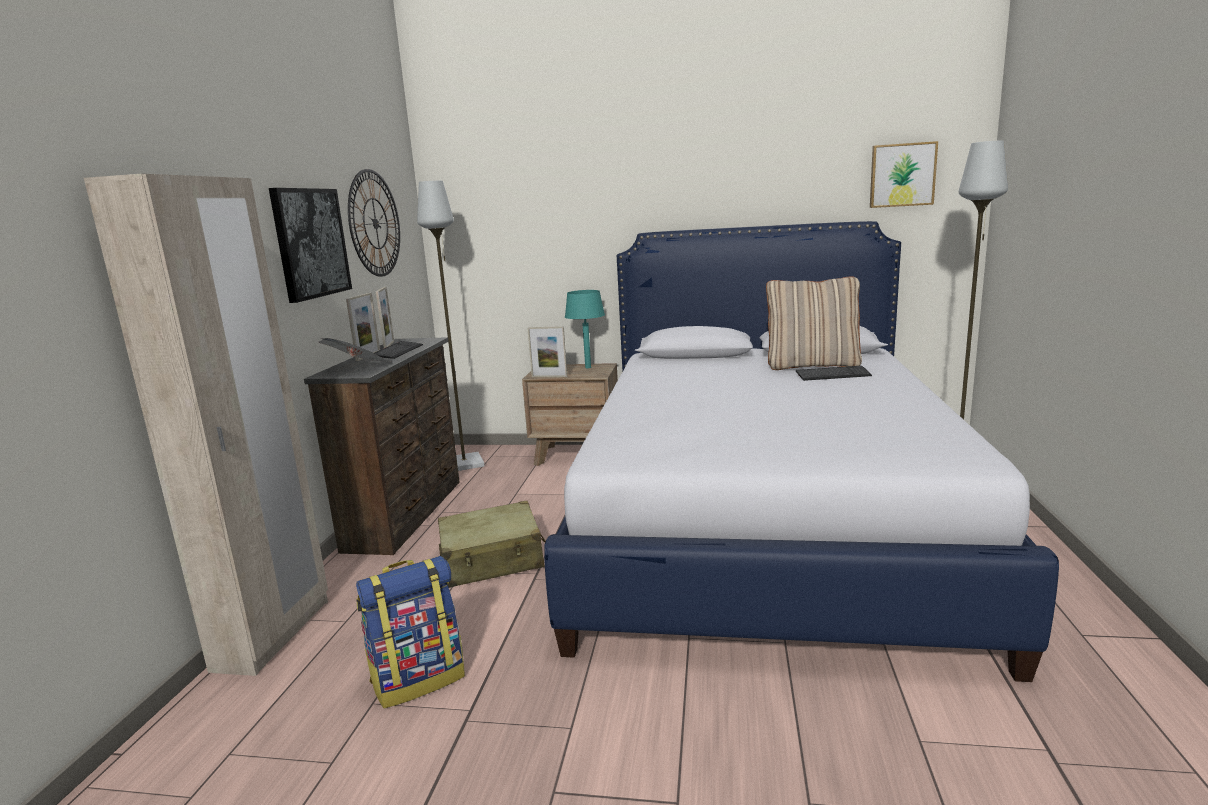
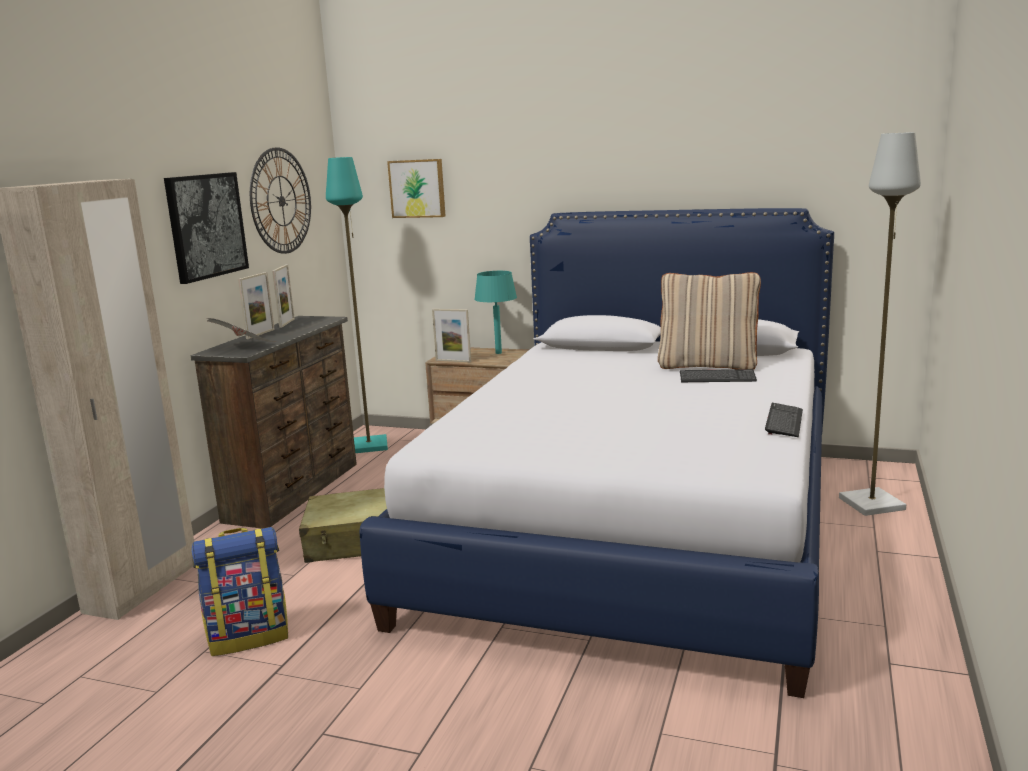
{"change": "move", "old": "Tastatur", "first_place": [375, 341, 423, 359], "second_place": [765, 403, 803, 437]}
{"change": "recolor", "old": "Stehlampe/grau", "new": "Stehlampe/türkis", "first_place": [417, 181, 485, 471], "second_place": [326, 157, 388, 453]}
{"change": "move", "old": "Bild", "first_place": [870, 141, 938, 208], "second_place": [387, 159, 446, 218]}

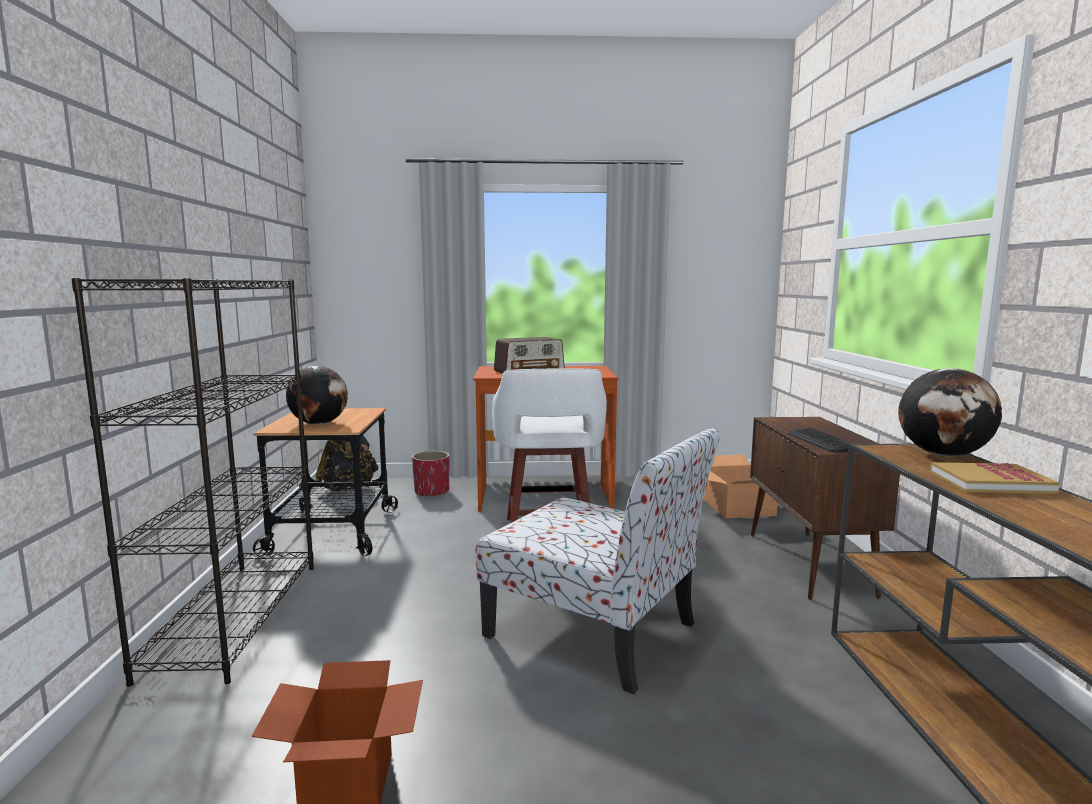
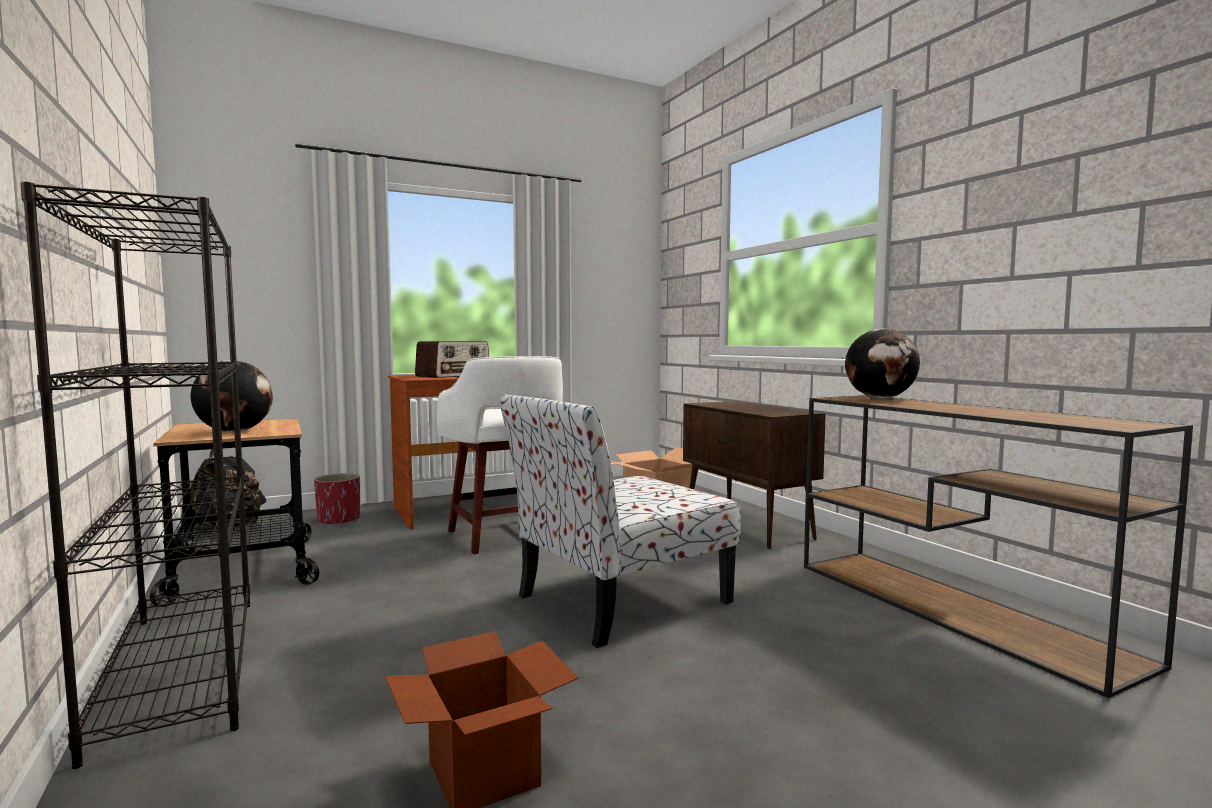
{"change": "rotate", "old": "Stuhl", "first_place": [475, 428, 720, 694], "second_place": [500, 394, 741, 648], "degrees": 135}
{"change": "delete", "old": "Tastatur", "first_place": [788, 428, 853, 452]}
{"change": "delete", "old": "Buch", "first_place": [930, 462, 1060, 494]}

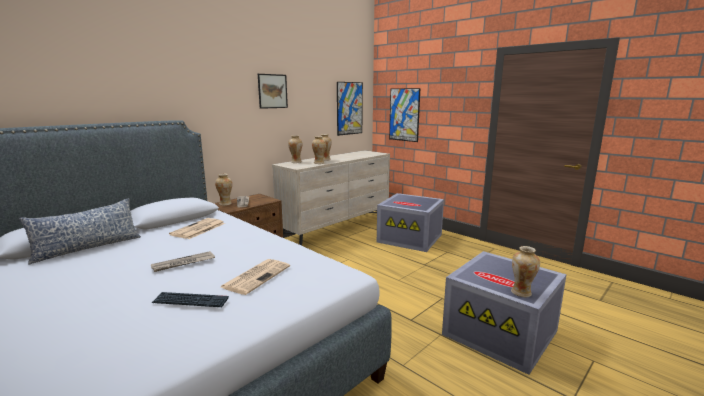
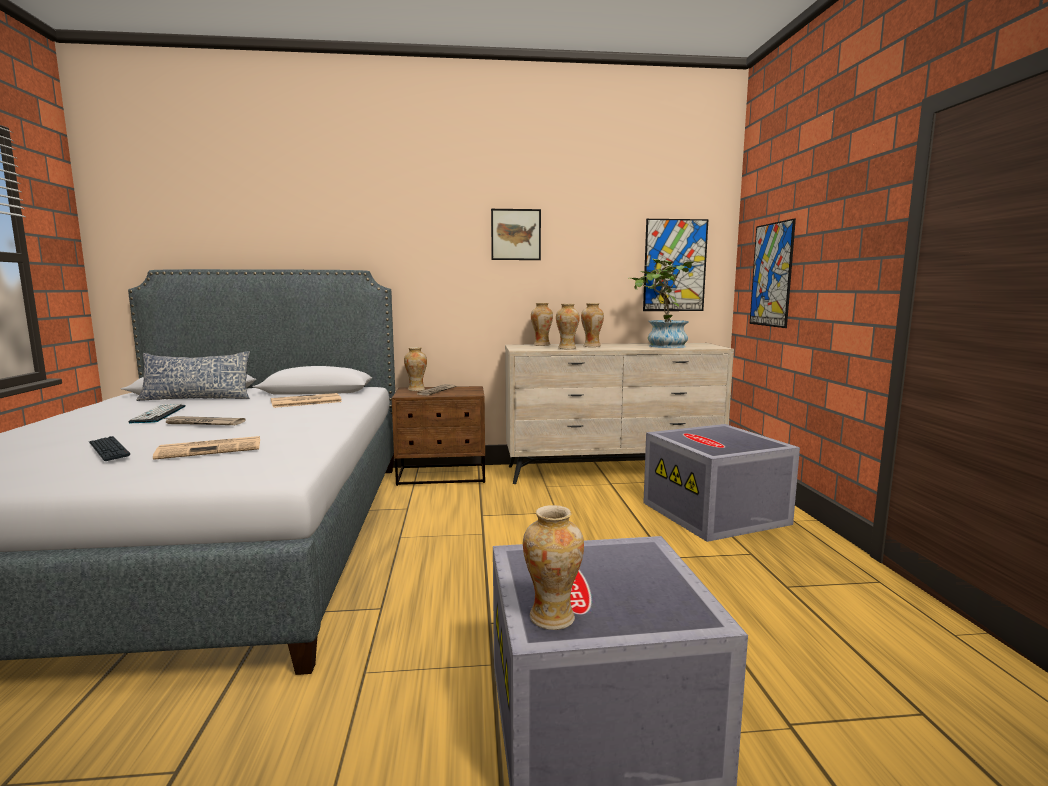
{"change": "insert", "new": "Tastatur", "second_place": [128, 404, 186, 423]}
{"change": "insert", "new": "Topfpflanze", "second_place": [631, 259, 695, 348]}

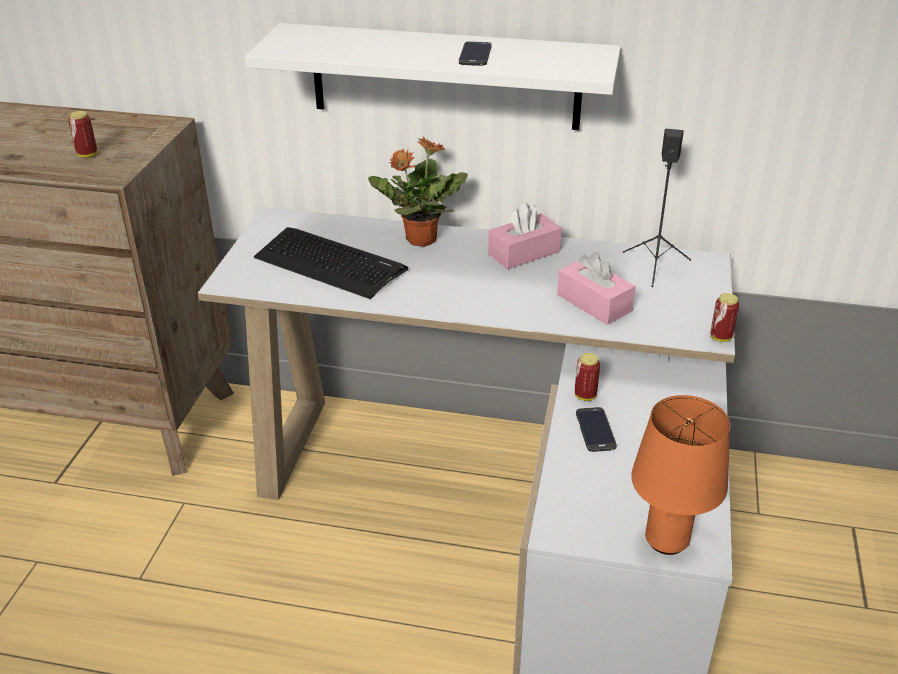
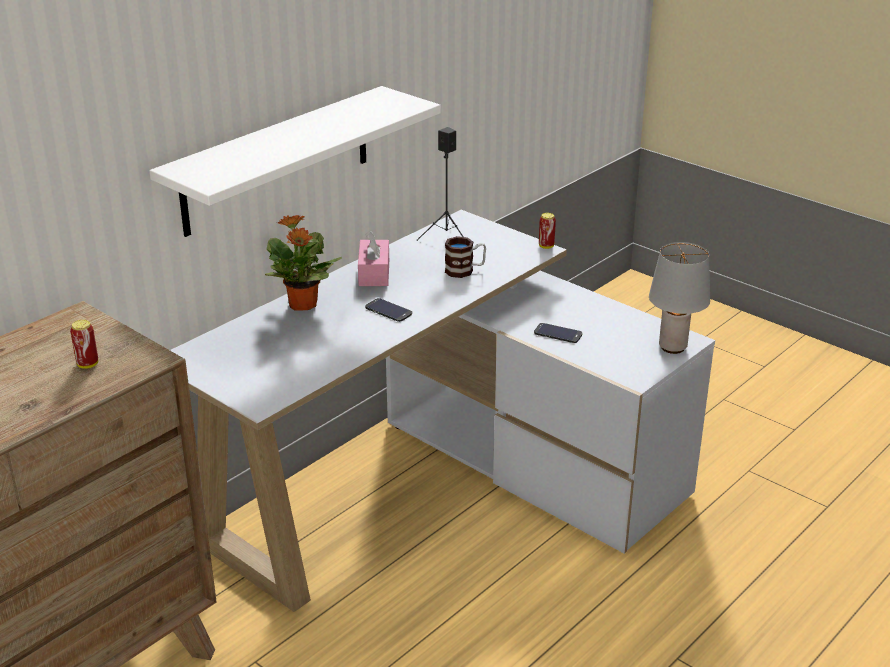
{"change": "delete", "old": "Tastatur", "first_place": [254, 227, 408, 299]}
{"change": "move", "old": "Handy", "first_place": [459, 41, 492, 66], "second_place": [365, 298, 412, 322]}
{"change": "replace", "old": "Taschentuchbox/rosa", "new": "Henkelbecher", "first_place": [557, 252, 636, 325], "second_place": [445, 236, 486, 278]}
{"change": "delete", "old": "Dose", "first_place": [575, 353, 600, 401]}
{"change": "recolor", "old": "Tischlampe/orange", "new": "Tischlampe/grau", "first_place": [631, 395, 730, 555], "second_place": [649, 242, 710, 354]}

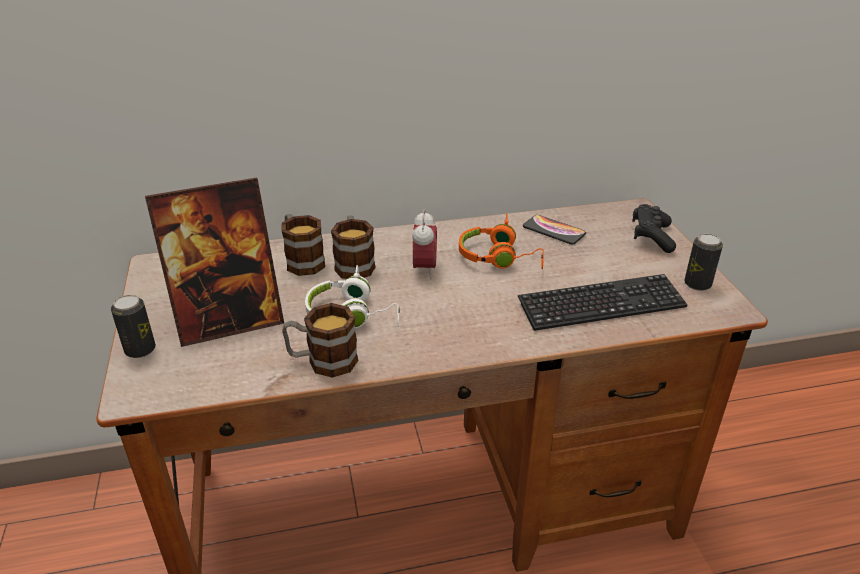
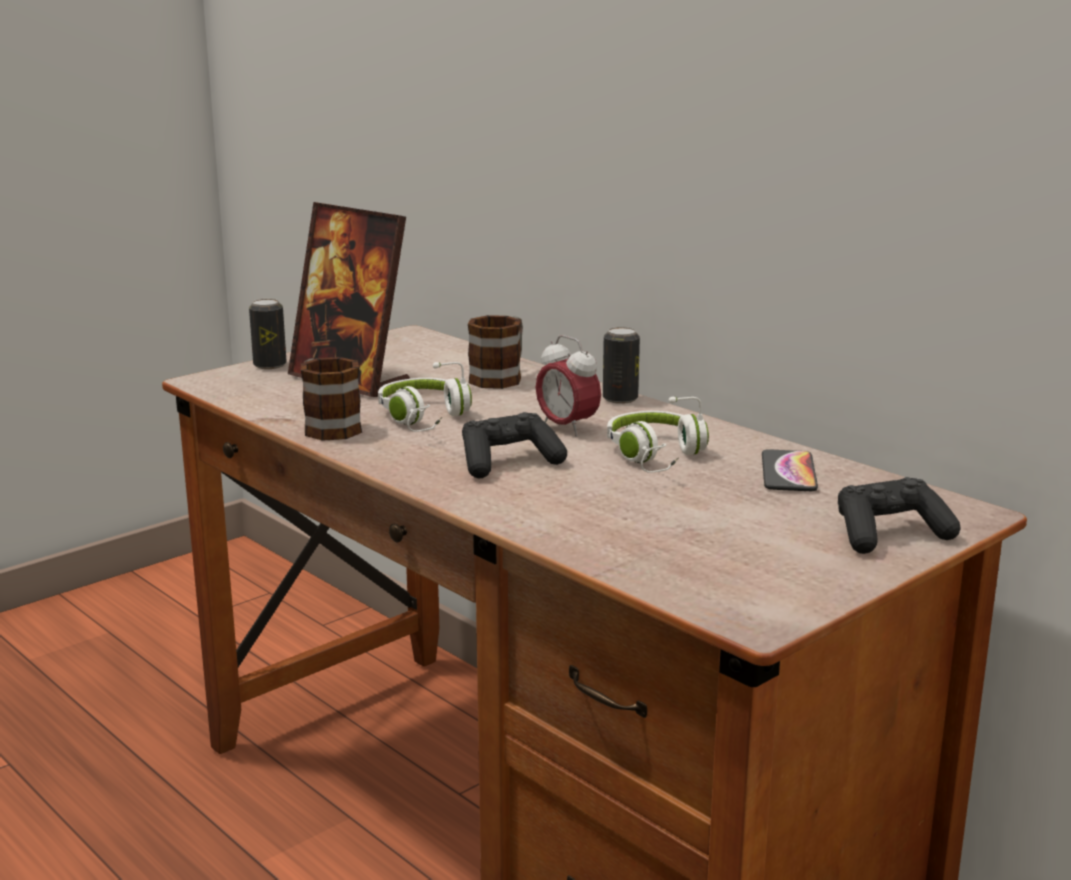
{"change": "delete", "old": "Henkelbecher", "first_place": [331, 215, 375, 279]}
{"change": "rotate", "old": "Wecker", "first_place": [412, 209, 437, 278], "second_place": [536, 335, 601, 437], "degrees": 75}
{"change": "recolor", "old": "Kopfhörer/orange", "new": "Kopfhörer/weiß", "first_place": [459, 214, 544, 269], "second_place": [607, 396, 709, 473]}
{"change": "delete", "old": "Tastatur", "first_place": [518, 274, 687, 331]}
{"change": "move", "old": "Dose", "first_place": [684, 234, 723, 291], "second_place": [603, 327, 640, 404]}
{"change": "insert", "new": "Gamepad/schwarz", "second_place": [462, 412, 567, 478]}

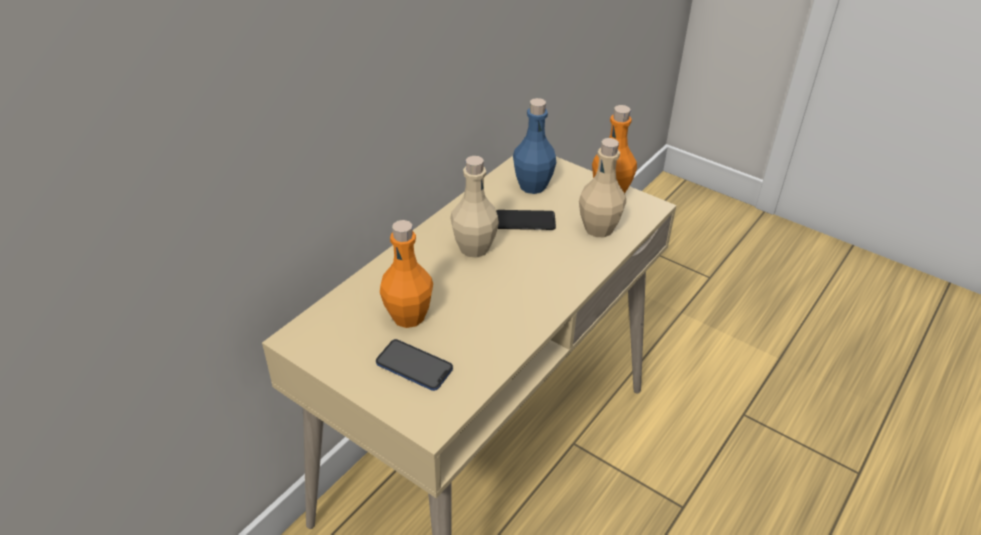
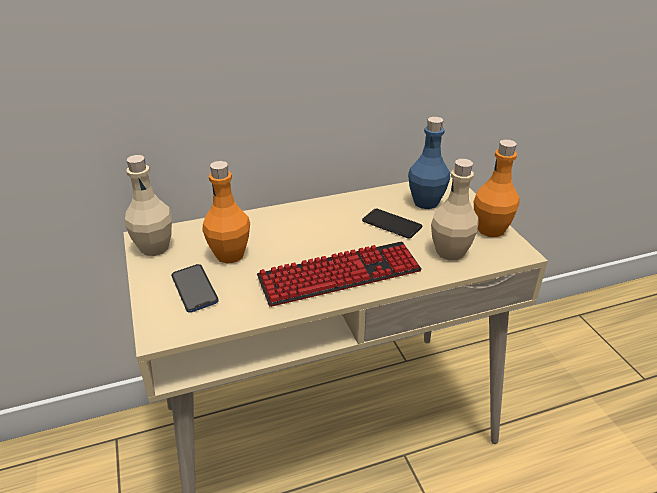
{"change": "move", "old": "Flasche/beige", "first_place": [450, 156, 499, 258], "second_place": [125, 155, 172, 256]}
{"change": "insert", "new": "Tastatur", "second_place": [257, 242, 422, 307]}

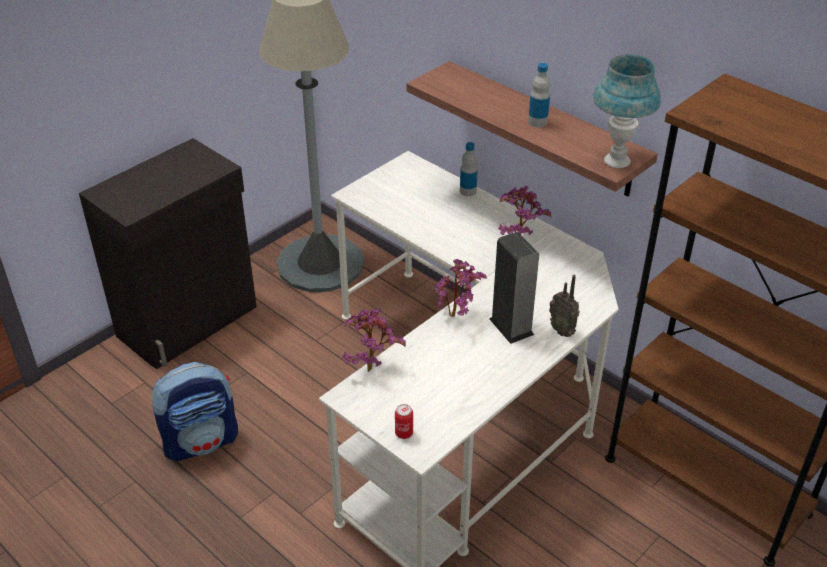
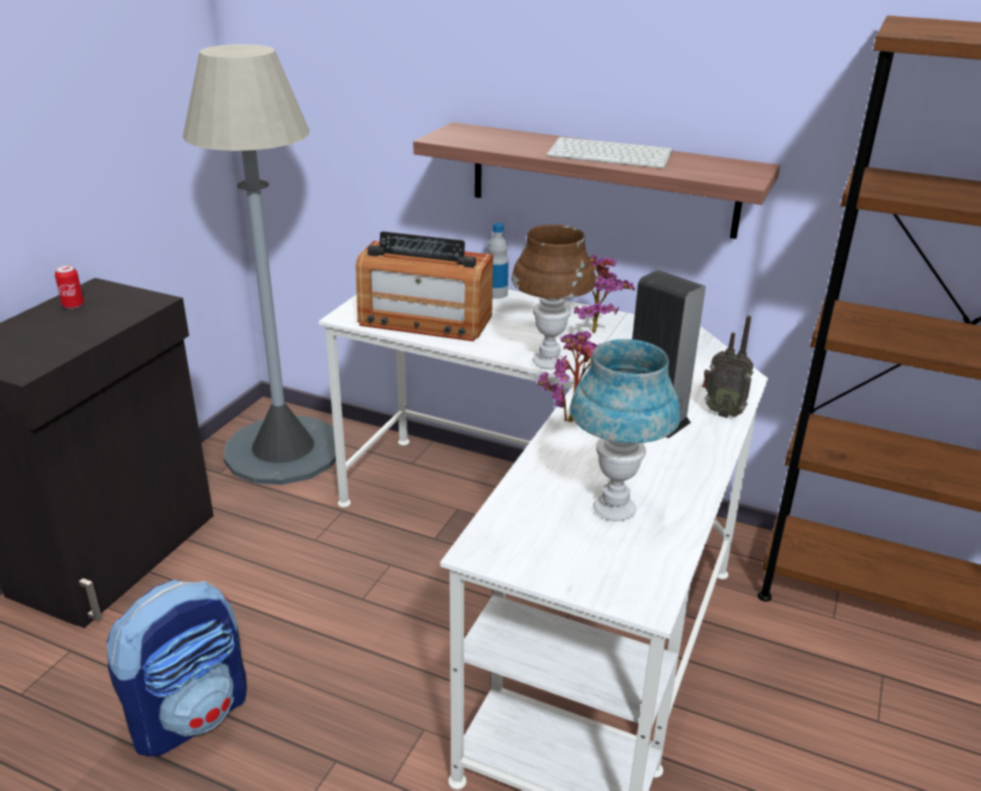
{"change": "delete", "old": "Topfpflanze", "first_place": [342, 308, 406, 372]}
{"change": "move", "old": "Dose", "first_place": [395, 404, 413, 439], "second_place": [55, 265, 84, 309]}
{"change": "replace", "old": "Flasche", "new": "Tastatur", "first_place": [528, 63, 550, 127], "second_place": [546, 137, 673, 168]}
{"change": "move", "old": "Tischlampe/blau", "first_place": [593, 54, 661, 168], "second_place": [570, 339, 681, 521]}
{"change": "insert", "new": "Radio", "second_place": [356, 231, 493, 341]}
{"change": "insert", "new": "Tischlampe/braun", "second_place": [512, 224, 596, 369]}

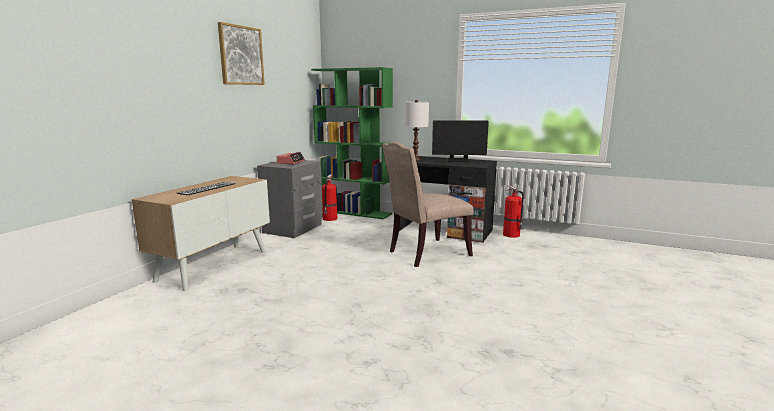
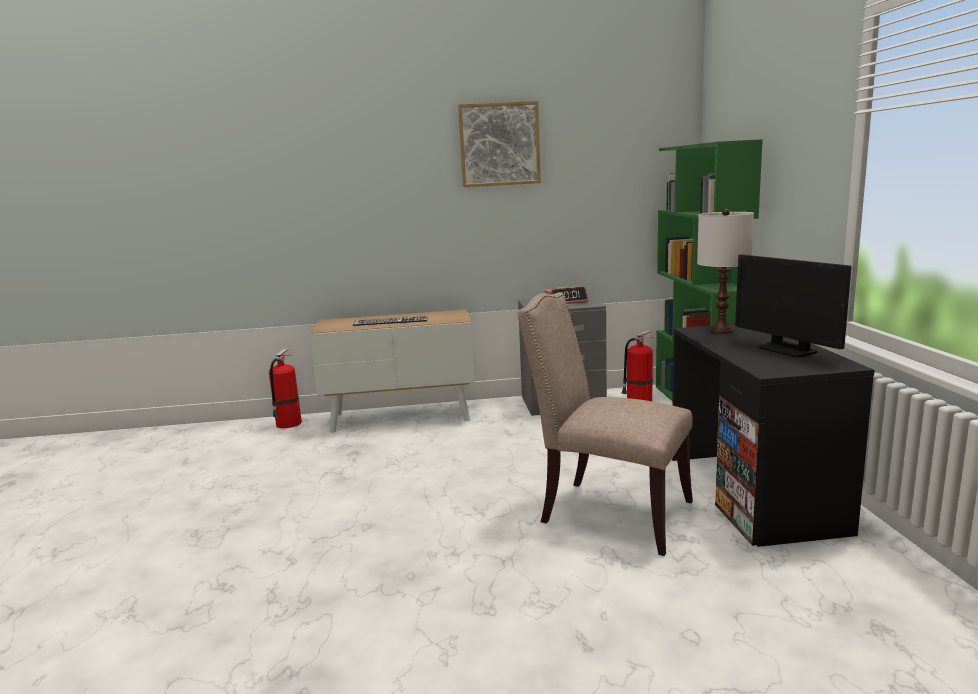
{"change": "move", "old": "Feuerlöscher", "first_place": [503, 185, 524, 238], "second_place": [269, 348, 302, 428]}

